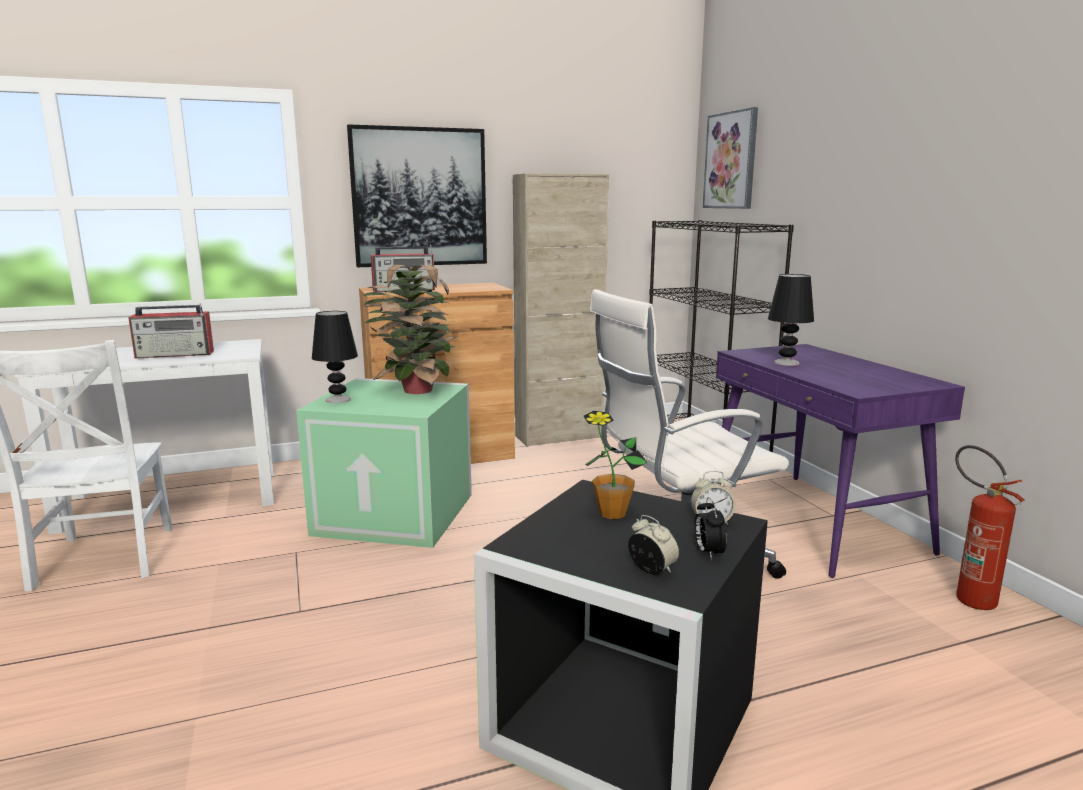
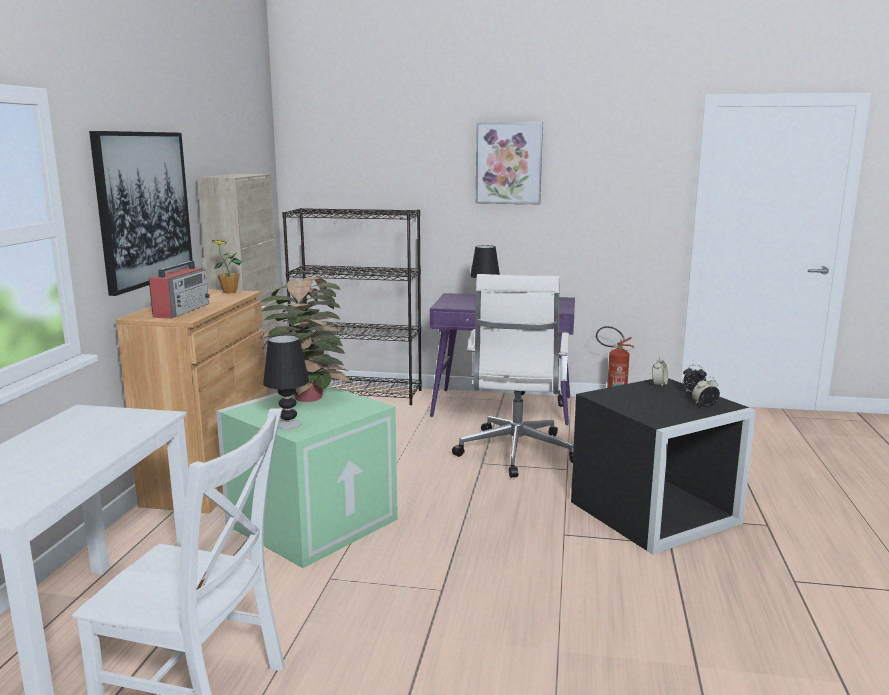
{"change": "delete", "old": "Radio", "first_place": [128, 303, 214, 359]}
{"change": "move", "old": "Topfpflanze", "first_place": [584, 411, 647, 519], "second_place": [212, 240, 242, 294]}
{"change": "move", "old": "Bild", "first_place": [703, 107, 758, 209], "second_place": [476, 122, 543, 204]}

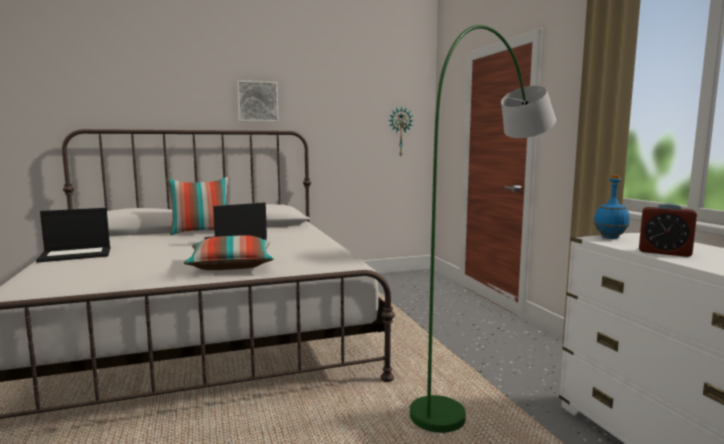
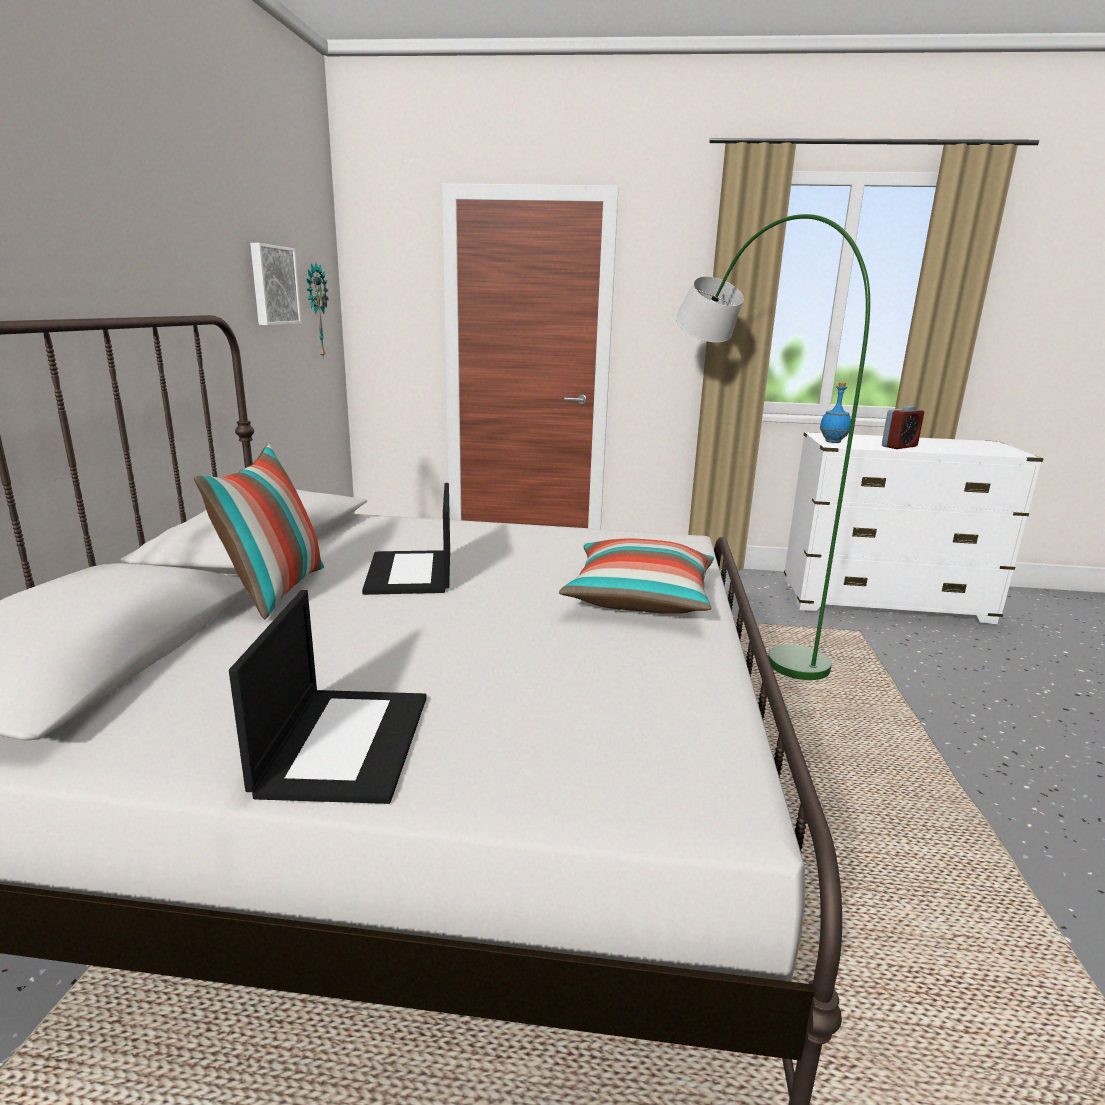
{"change": "move", "old": "Bild", "first_place": [237, 80, 279, 122], "second_place": [250, 243, 301, 325]}

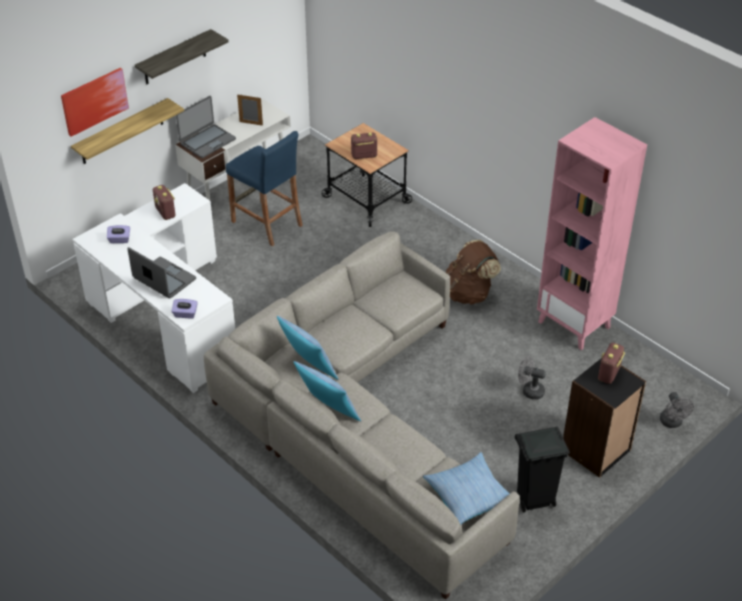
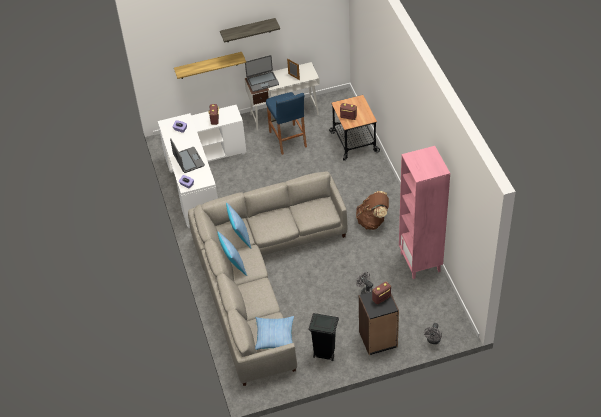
{"change": "delete", "old": "Bild", "first_place": [61, 68, 129, 137]}

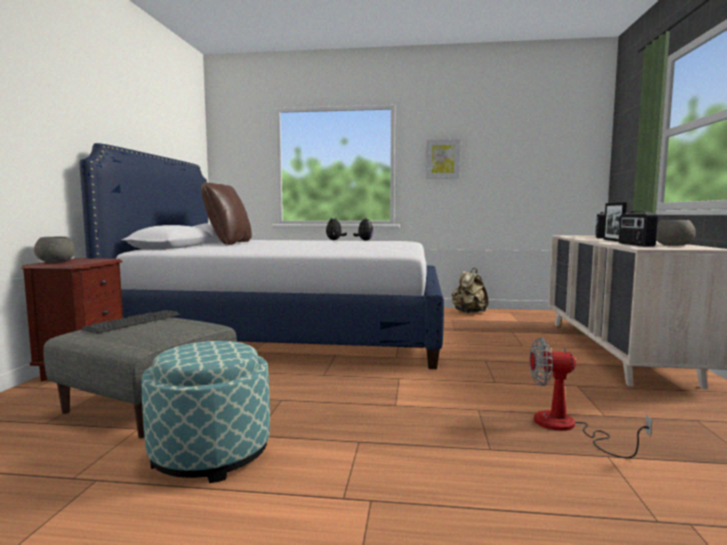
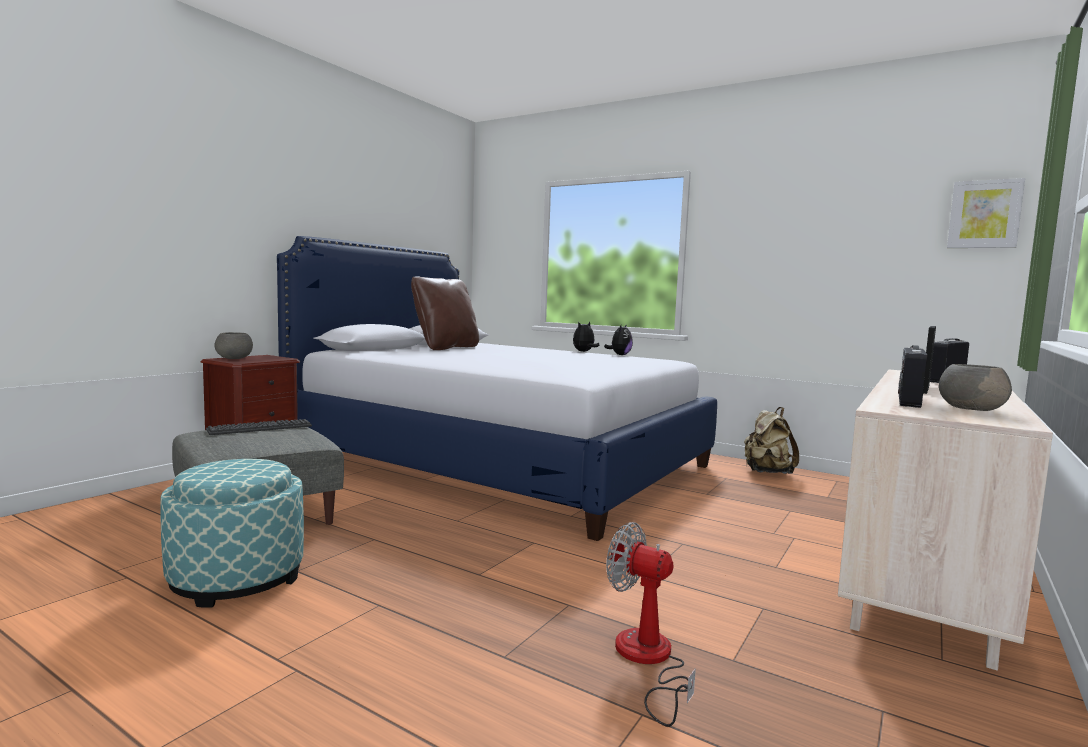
{"change": "move", "old": "Bild", "first_place": [426, 139, 460, 179], "second_place": [947, 178, 1025, 248]}

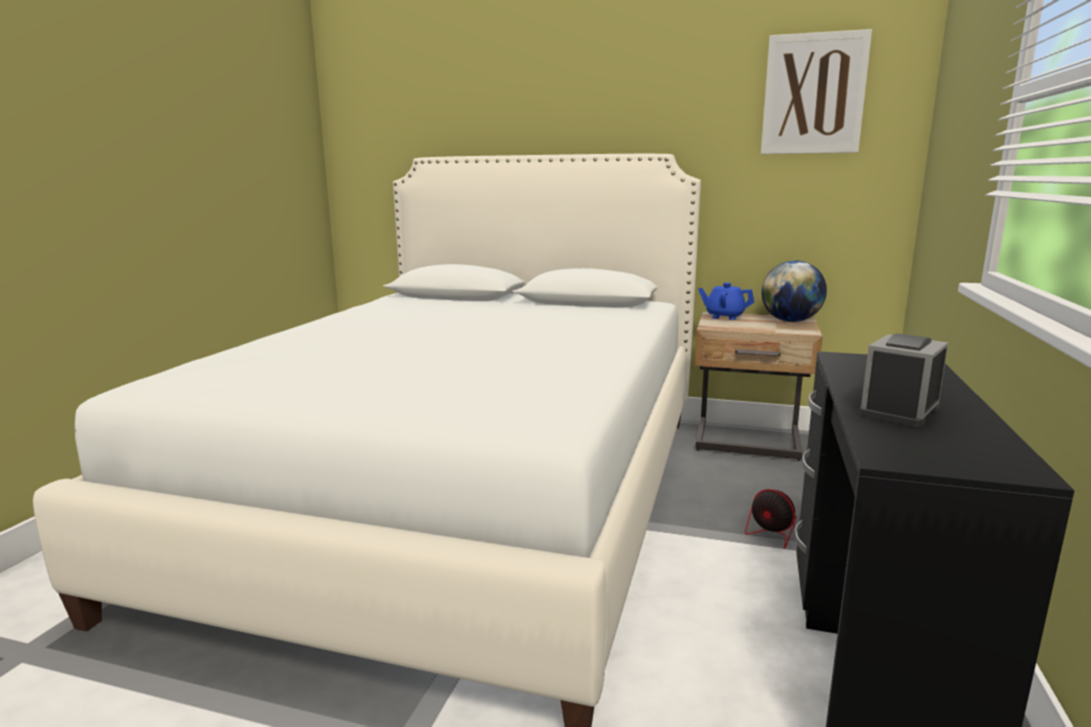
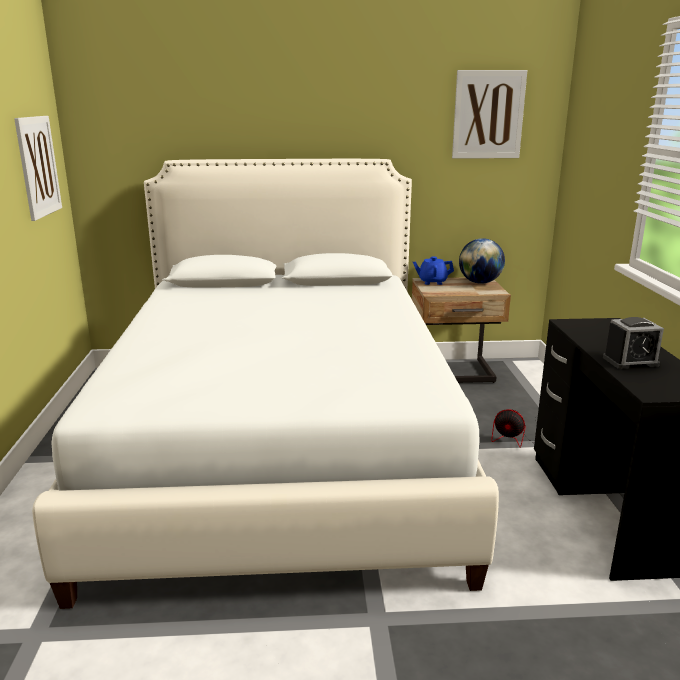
{"change": "rotate", "old": "Wecker", "first_place": [859, 333, 948, 427], "second_place": [603, 317, 664, 369], "degrees": -120}
{"change": "insert", "new": "Bild", "second_place": [14, 116, 62, 221]}

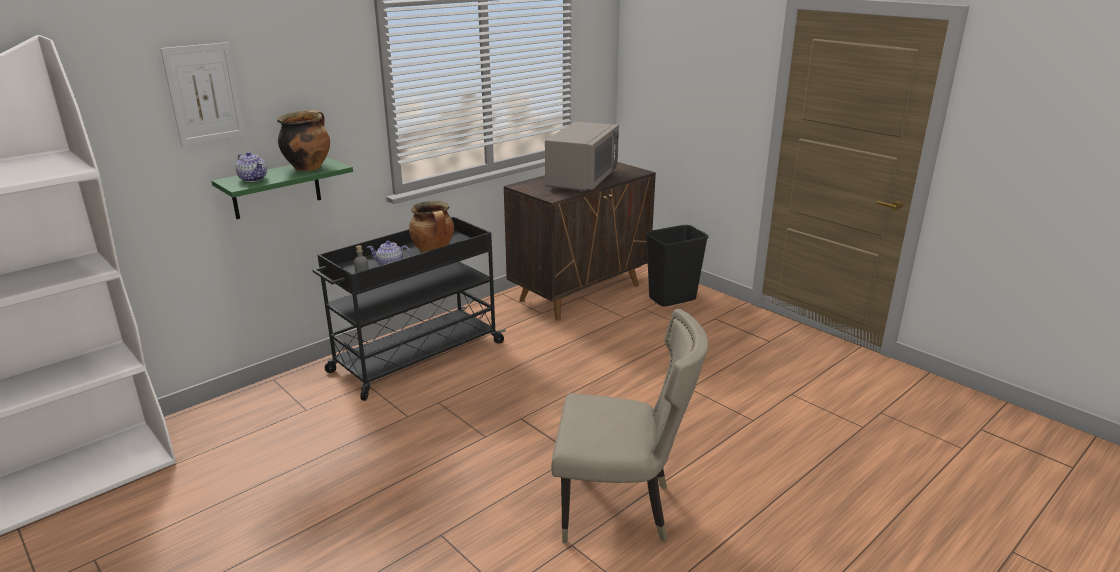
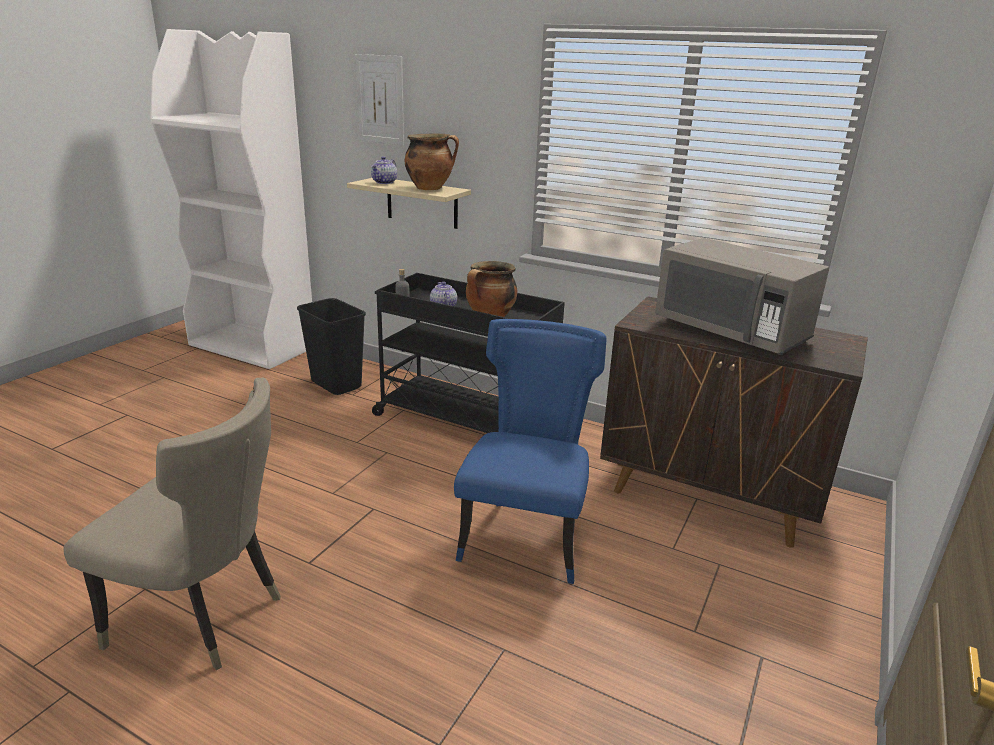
{"change": "recolor", "old": "Wandregal/grün", "new": "Wandregal/beige", "first_place": [212, 158, 353, 219], "second_place": [347, 178, 471, 229]}
{"change": "rotate", "old": "Mikrowelle/grau", "first_place": [545, 121, 619, 192], "second_place": [655, 238, 829, 355], "degrees": 45}
{"change": "rotate", "old": "Stuhl/beige", "first_place": [551, 309, 708, 544], "second_place": [64, 378, 281, 670], "degrees": -60}
{"change": "move", "old": "Mülleimer/schwarz", "first_place": [645, 225, 709, 307], "second_place": [297, 298, 366, 395]}
{"change": "insert", "new": "Stuhl/blau", "second_place": [454, 319, 607, 584]}

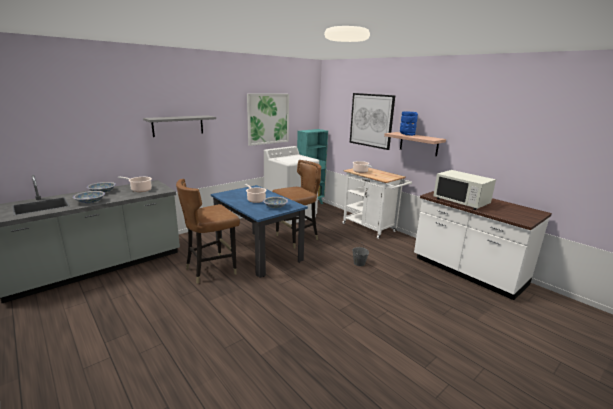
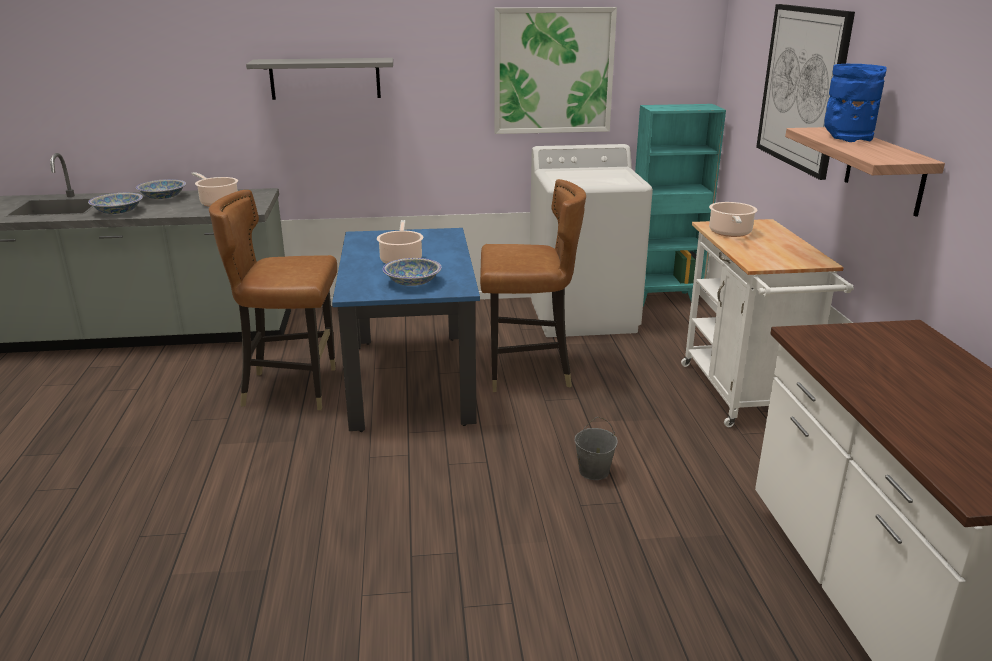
{"change": "delete", "old": "Mikrowelle/weiß", "first_place": [433, 170, 496, 210]}

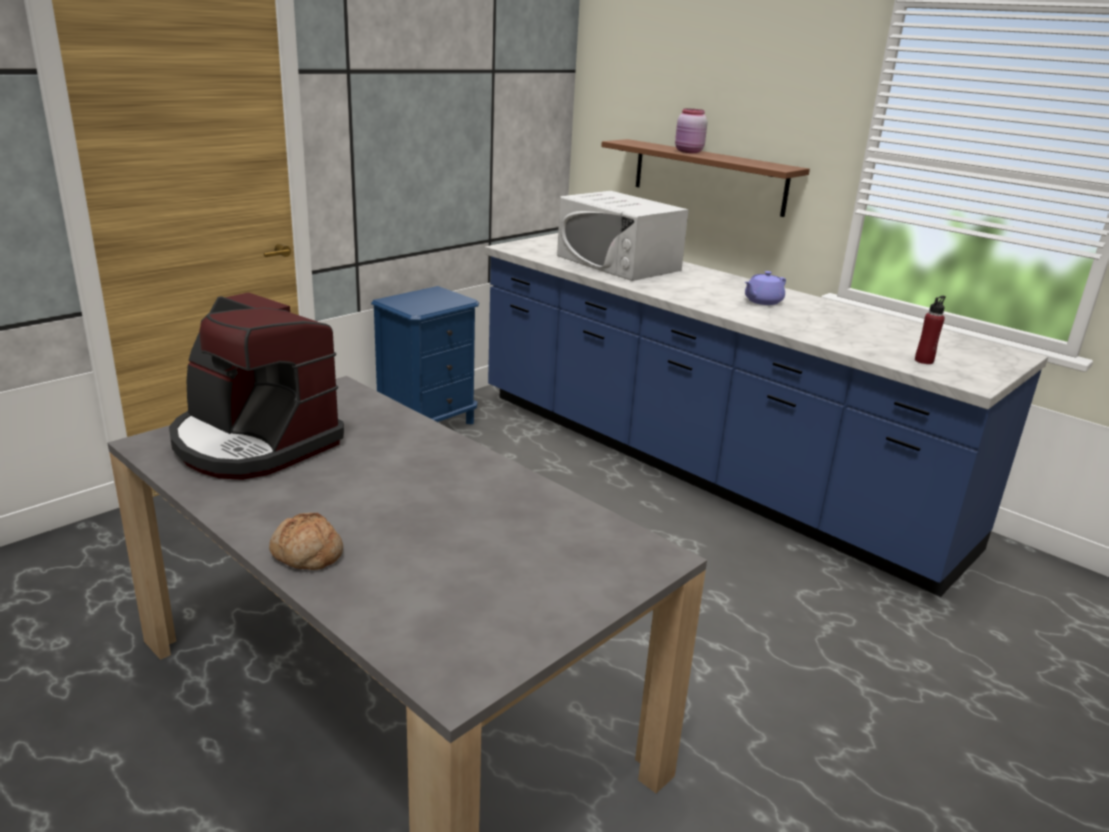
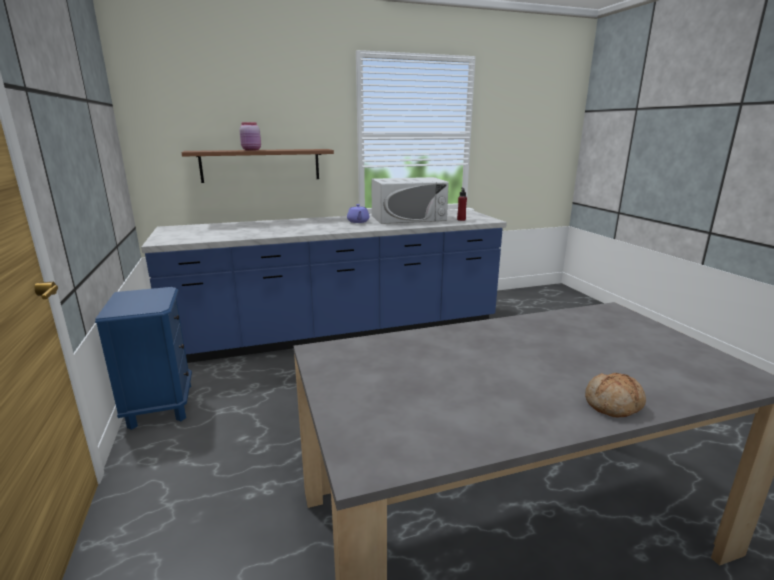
{"change": "delete", "old": "Kaffeemaschine", "first_place": [169, 292, 344, 480]}
{"change": "move", "old": "Mikrowelle/weiß", "first_place": [557, 191, 689, 281], "second_place": [371, 177, 449, 224]}

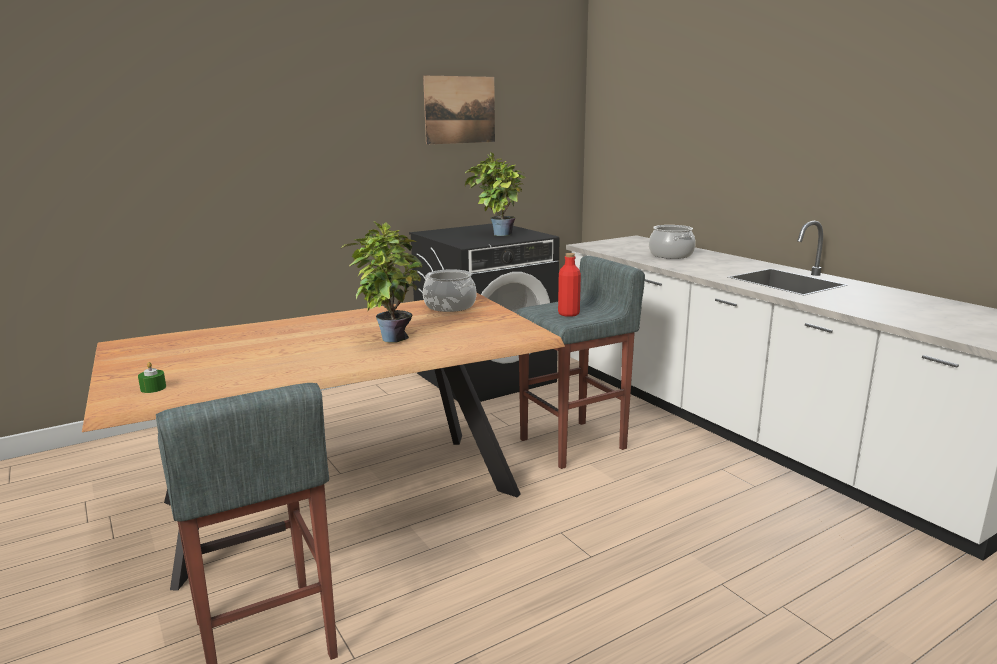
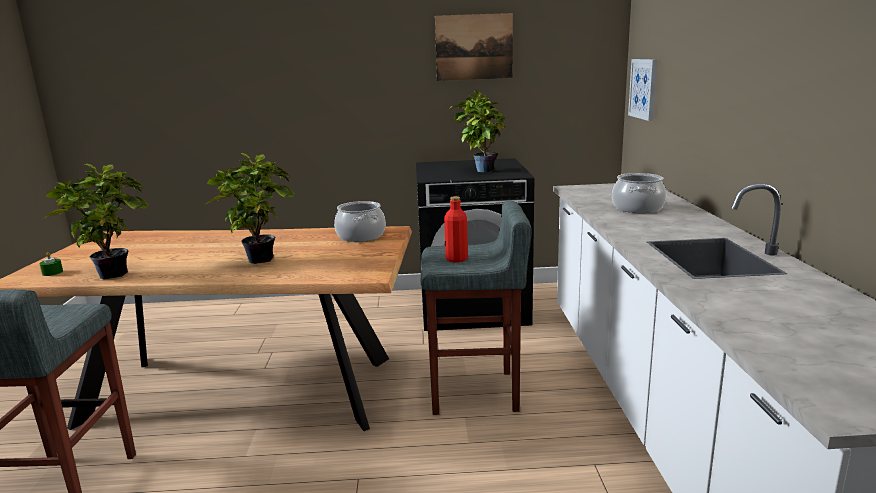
{"change": "insert", "new": "Topfpflanze", "second_place": [43, 164, 149, 279]}
{"change": "insert", "new": "Bild", "second_place": [628, 59, 657, 121]}

